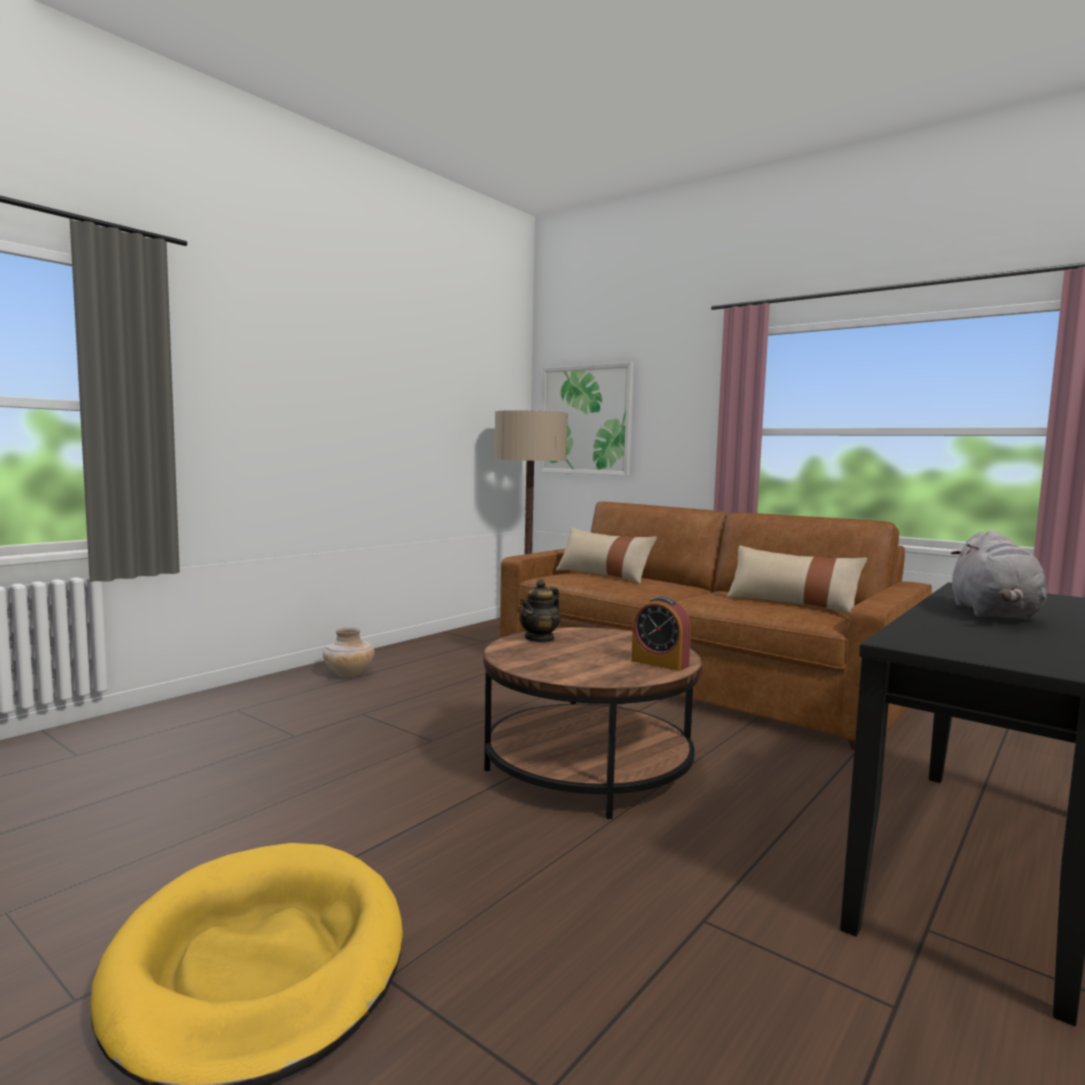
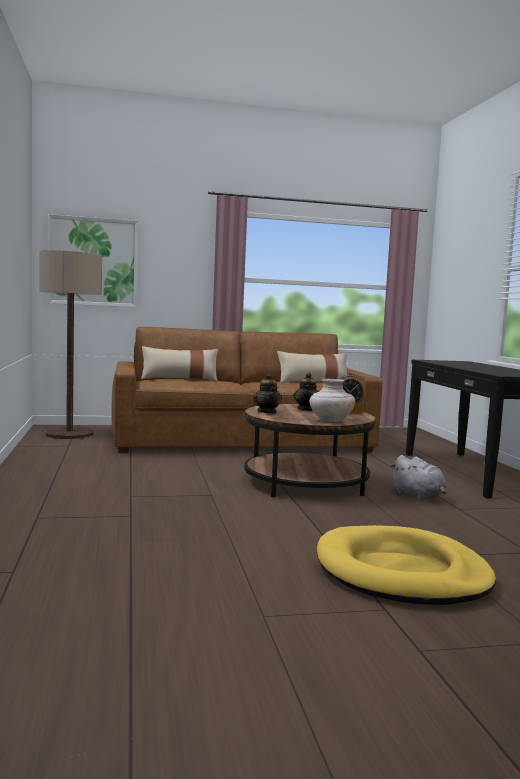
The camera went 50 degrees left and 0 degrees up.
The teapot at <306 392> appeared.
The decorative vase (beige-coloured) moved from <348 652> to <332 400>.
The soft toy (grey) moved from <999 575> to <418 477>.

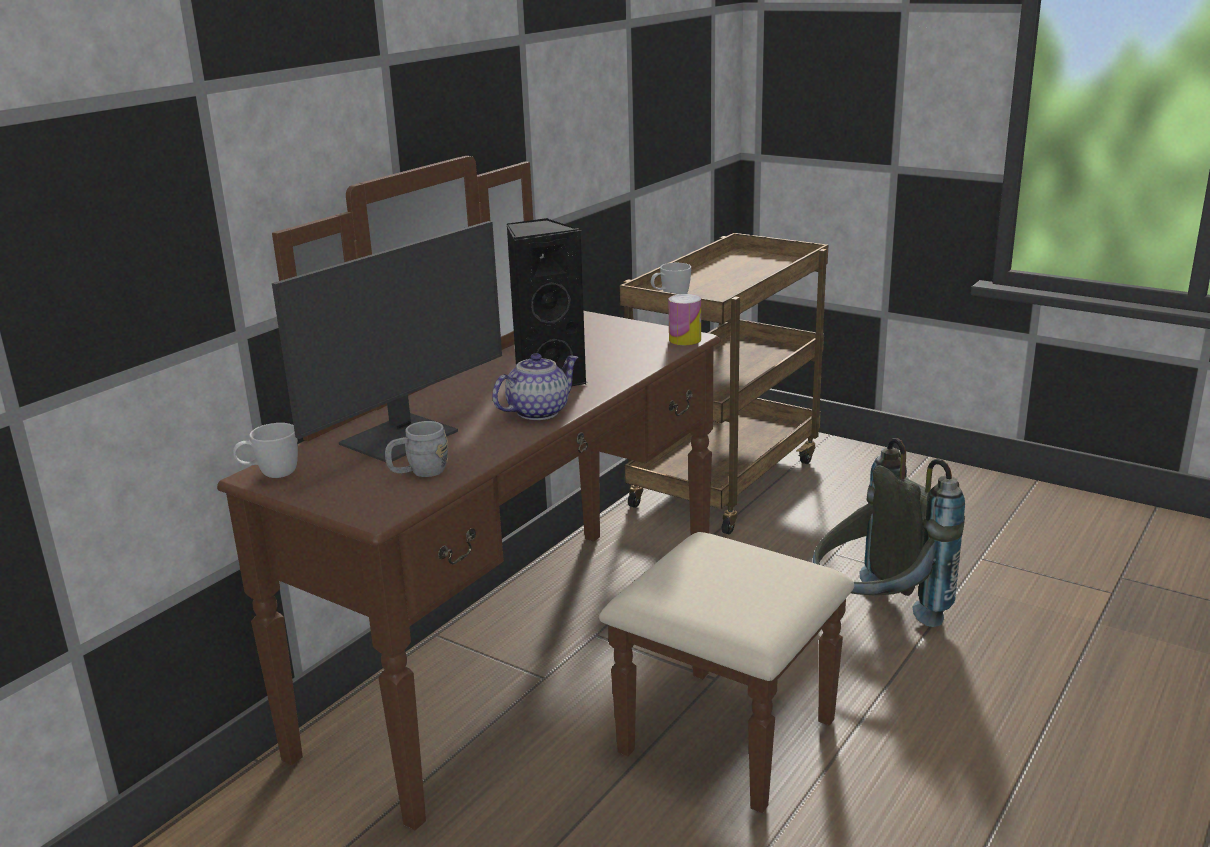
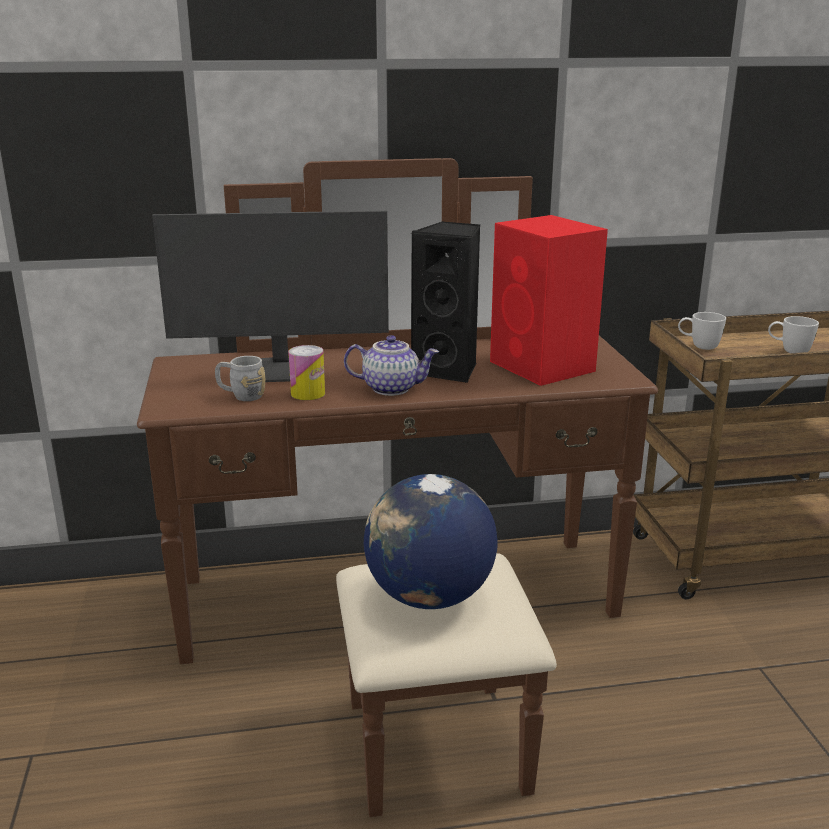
The camera went 45 degrees right and 0 degrees up.
The can moved from <685 319> to <307 372>.
The globe at <431 541> appeared.
The speaker (red-coloured) at <549 300> appeared.
The coffee mug (white-coloured) moved from <265 450> to <793 334>.
The rucksack (grey) at <889 532> disappeared.

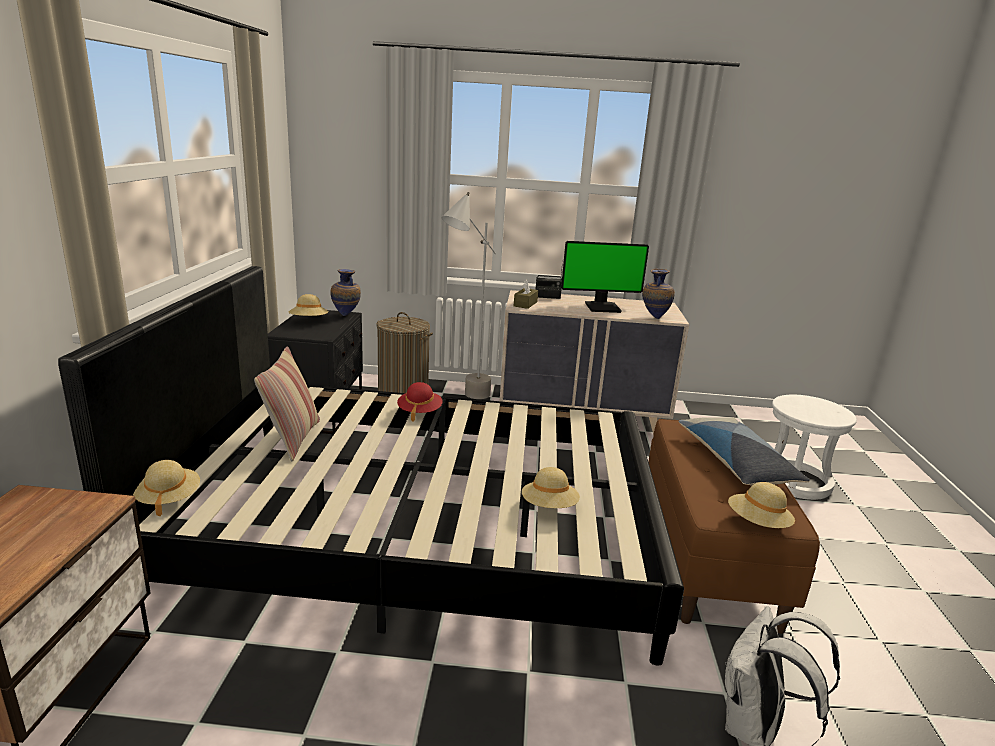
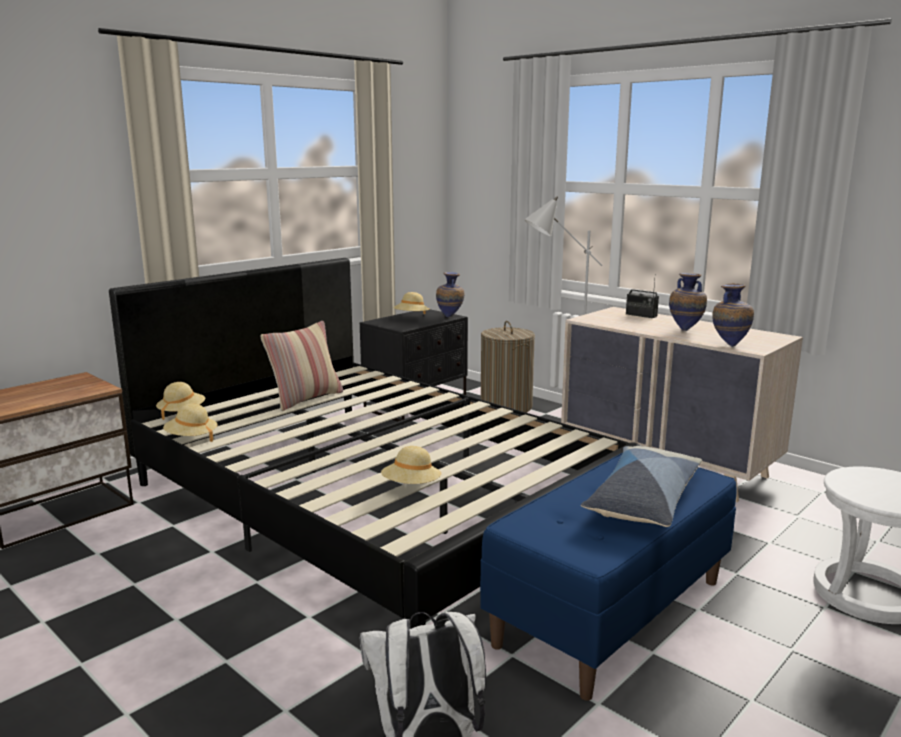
The camera went 40 degrees right and 5 degrees down.
The clothing hat (beige-coloured) moved from <761 505> to <190 422>.
The long seat (brownish) at <734 526> became the long seat (blue) at <608 577>.
The computer screen at <605 277> was replaced by the decorative vase at <688 302>.
The clothing hat (red-coloured) at <420 402> disappeared.
The tissue box (brownish) at <526 294> disappeared.

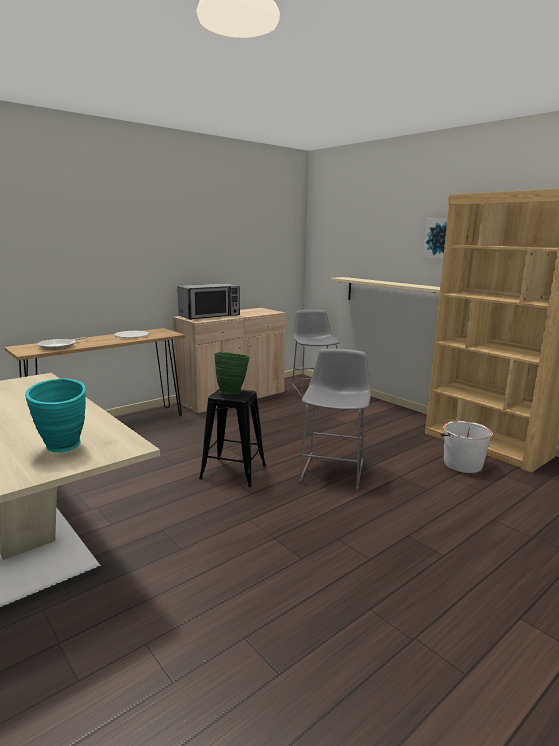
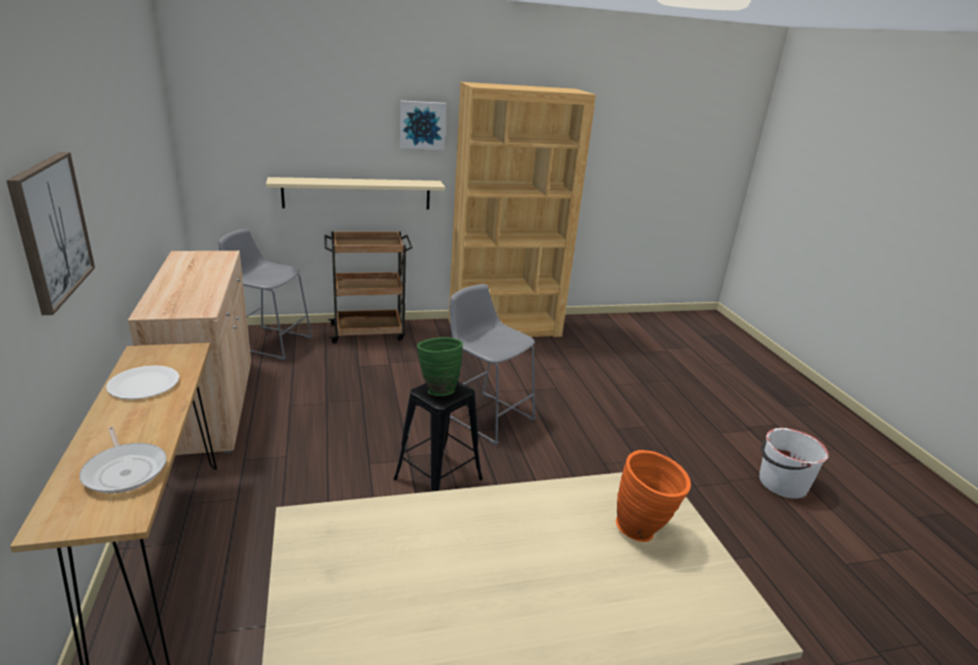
The camera went 65 degrees left and 10 degrees up.
The wall picture at <50 233> appeared.
The cart (brownish) at <368 287> appeared.
The decorative vase (blue-green) at <55 416> became the decorative vase (orange) at <653 496>.
The water bucket (white-coloured) moved from <467 447> to <794 463>.
The microwave oven at <208 301> disappeared.

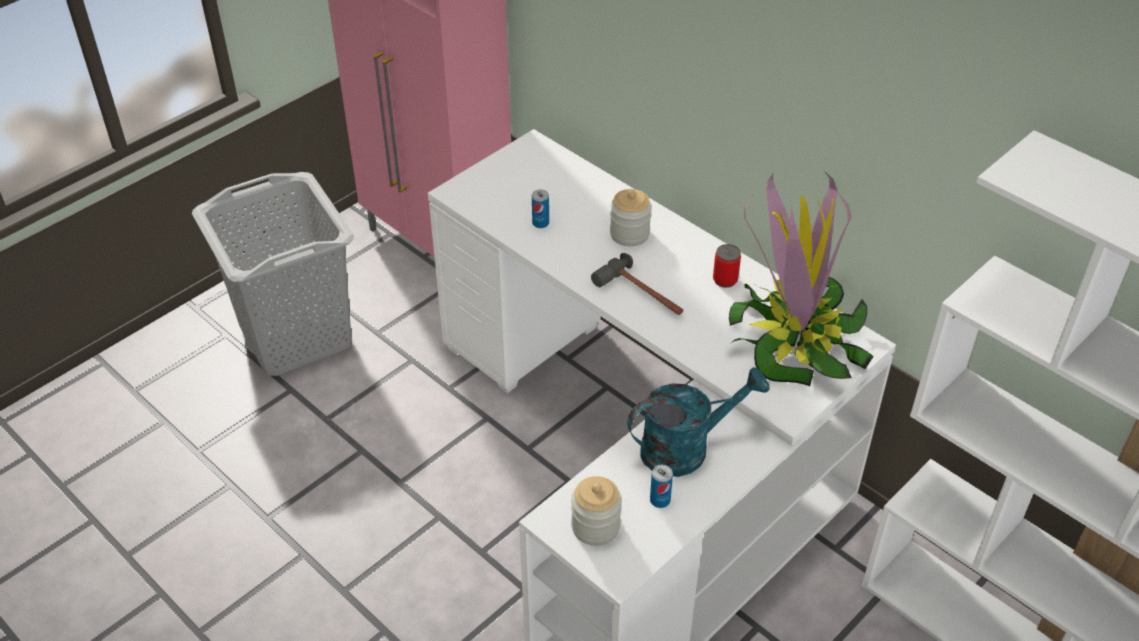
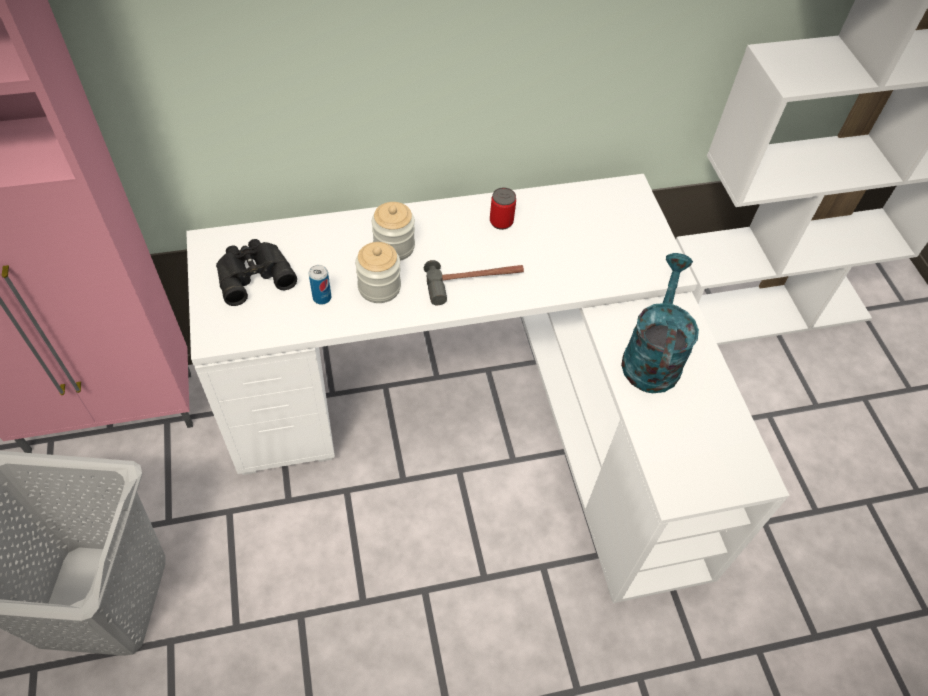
The camera went 60 degrees left and 10 degrees up.
The field glasses (blackish) at <256 272> appeared.
The storage jar moved from <596 511> to <378 272>.
The can at <661 486> disappeared.
The houseplant at <800 278> disappeared.

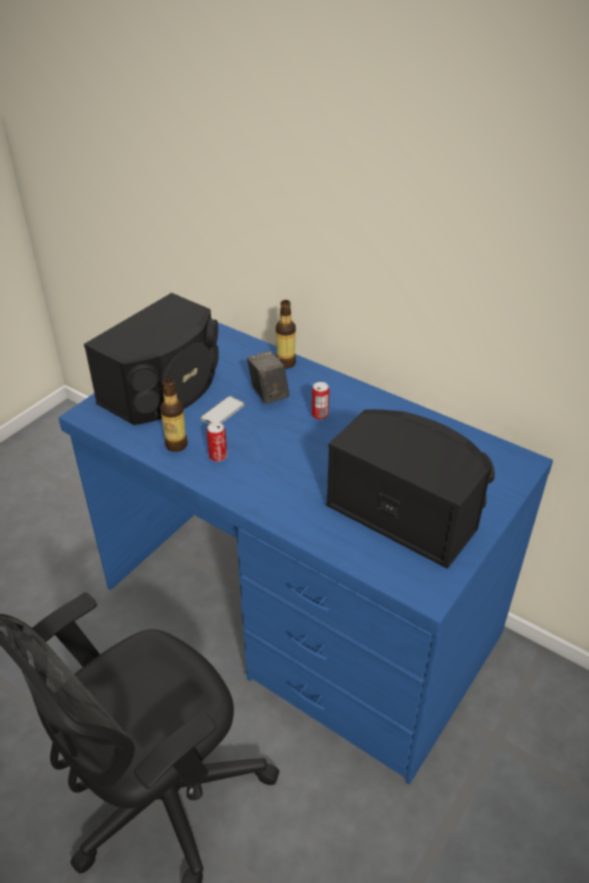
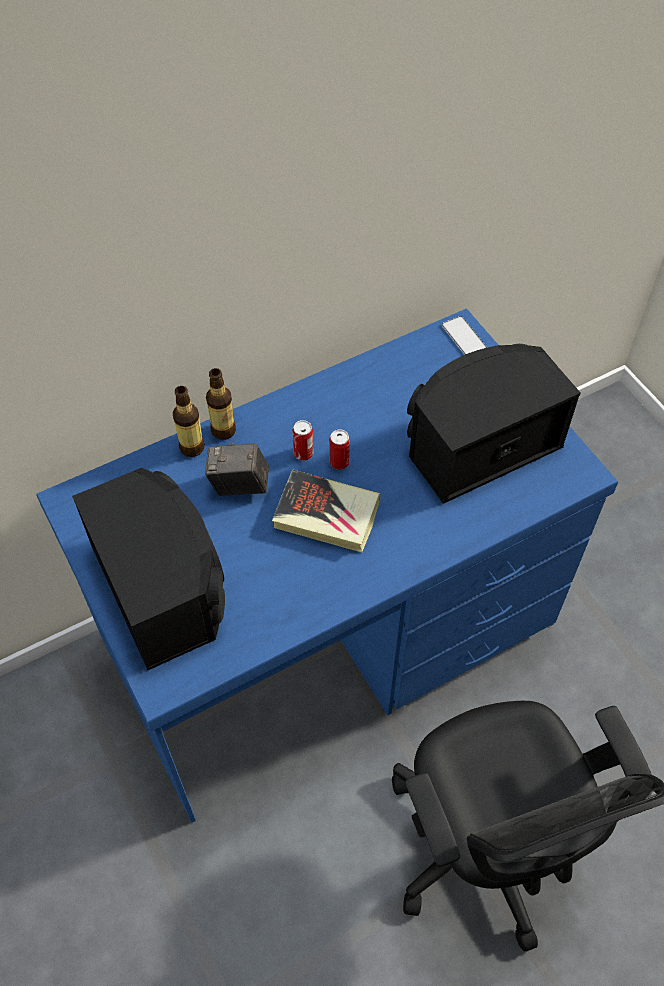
The camera went 65 degrees left and 15 degrees up.
The bottle moved from <174 415> to <221 404>.
The bound book at <326 511> appeared.
The can moved from <217 442> to <339 449>.
The handset moved from <222 410> to <464 335>.

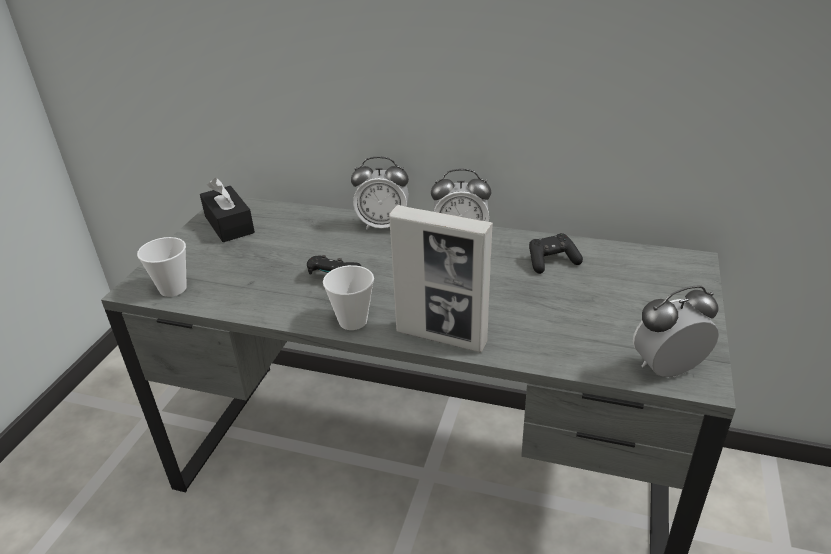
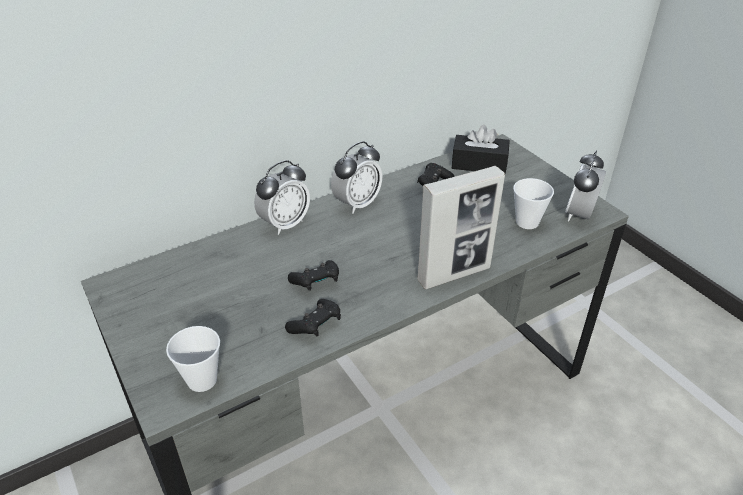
The camera went 50 degrees left and 5 degrees up.
The joypad (blackish) at <313 317> appeared.
The tissue box (blackish) moved from <227 210> to <481 149>.
The drinking cup moved from <348 297> to <533 203>.

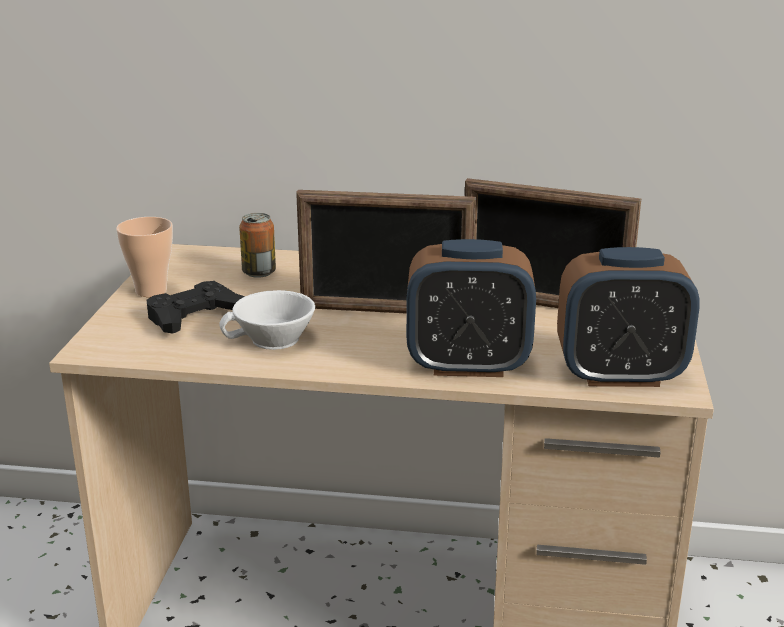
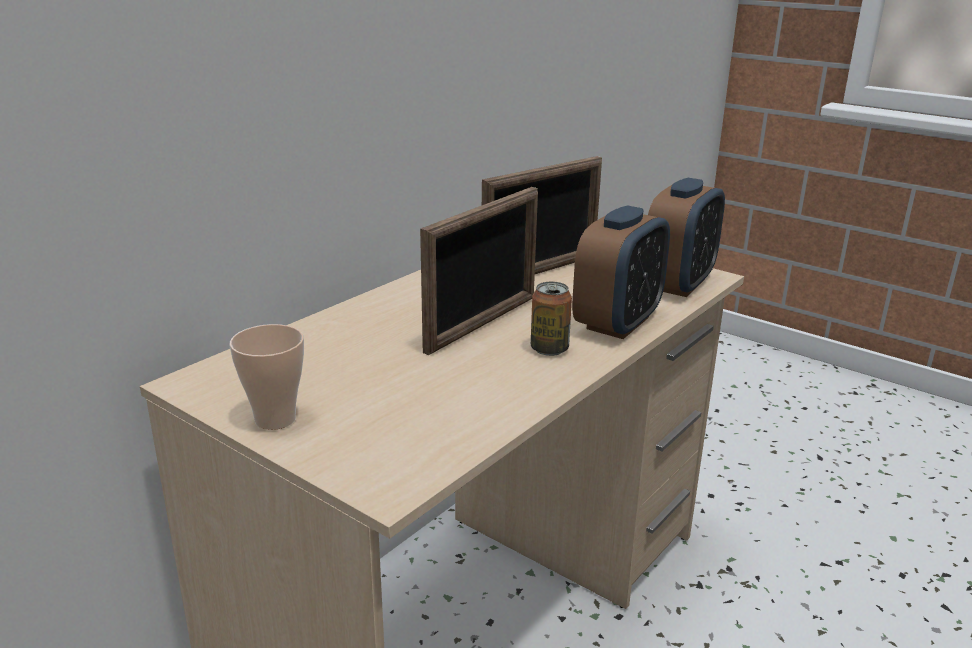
The camera went 60 degrees left and 0 degrees up.
The can moved from <257 245> to <551 319>.
The joypad (blackish) at <196 307> disappeared.
The drinking cup (white-coloured) at <267 320> disappeared.

